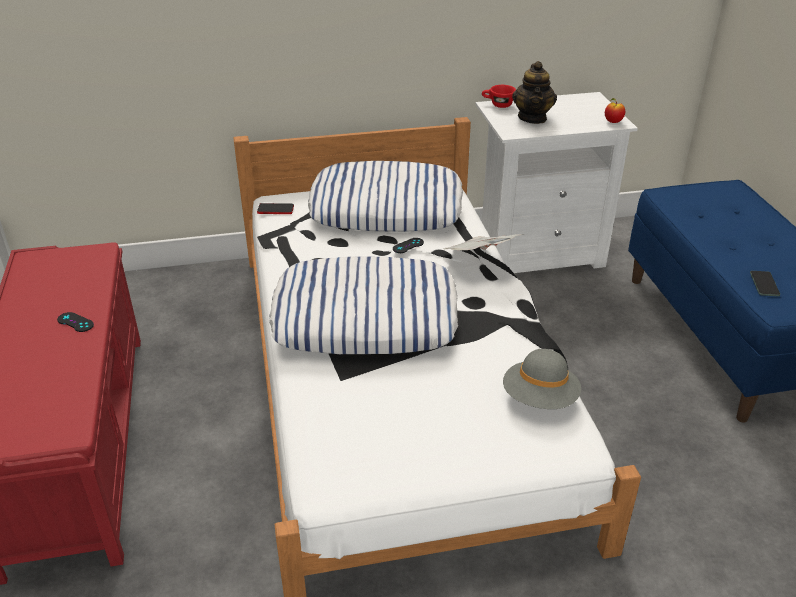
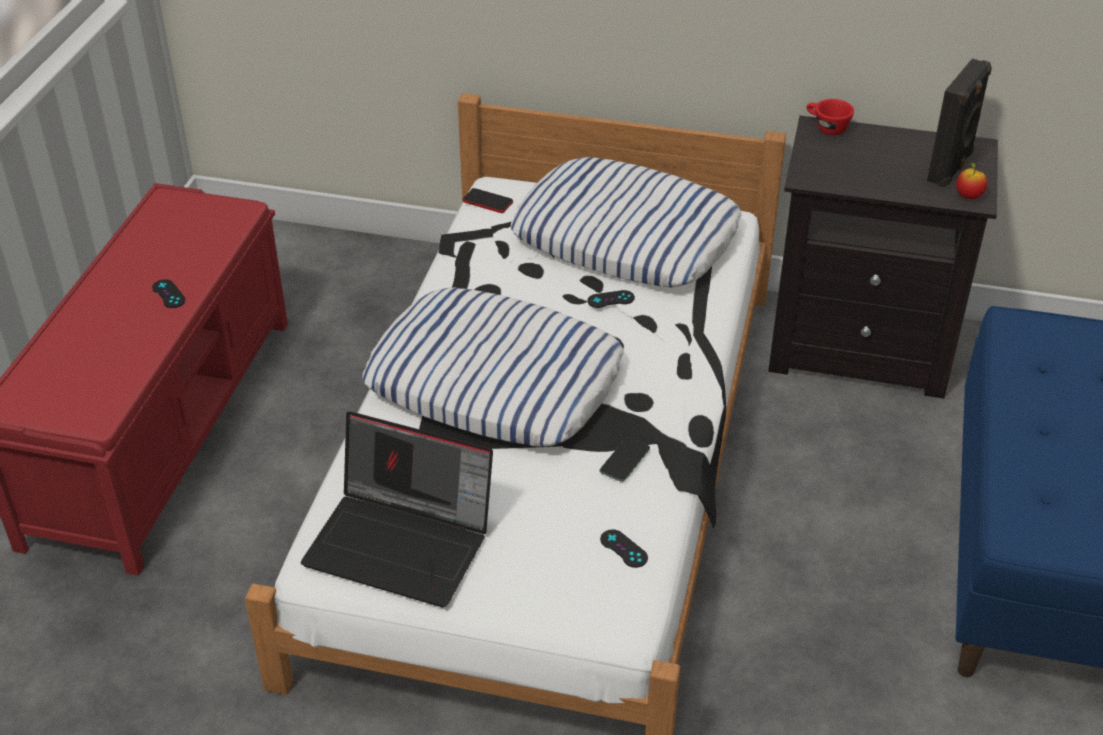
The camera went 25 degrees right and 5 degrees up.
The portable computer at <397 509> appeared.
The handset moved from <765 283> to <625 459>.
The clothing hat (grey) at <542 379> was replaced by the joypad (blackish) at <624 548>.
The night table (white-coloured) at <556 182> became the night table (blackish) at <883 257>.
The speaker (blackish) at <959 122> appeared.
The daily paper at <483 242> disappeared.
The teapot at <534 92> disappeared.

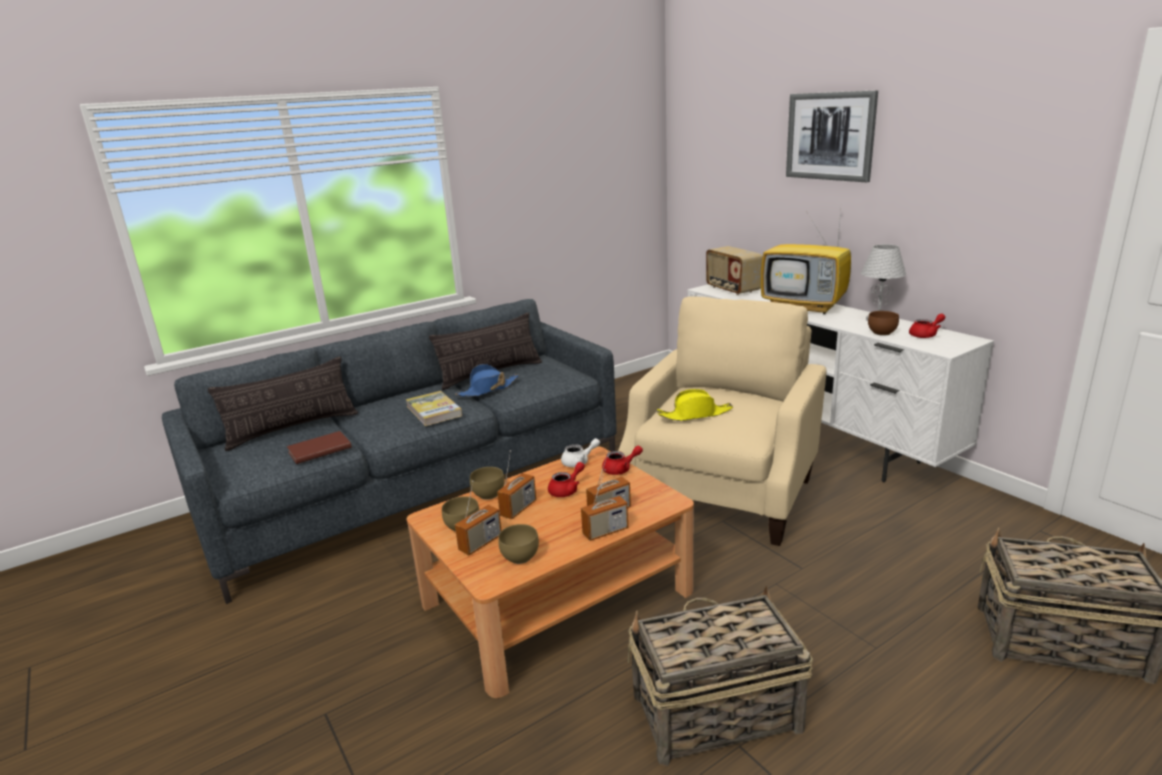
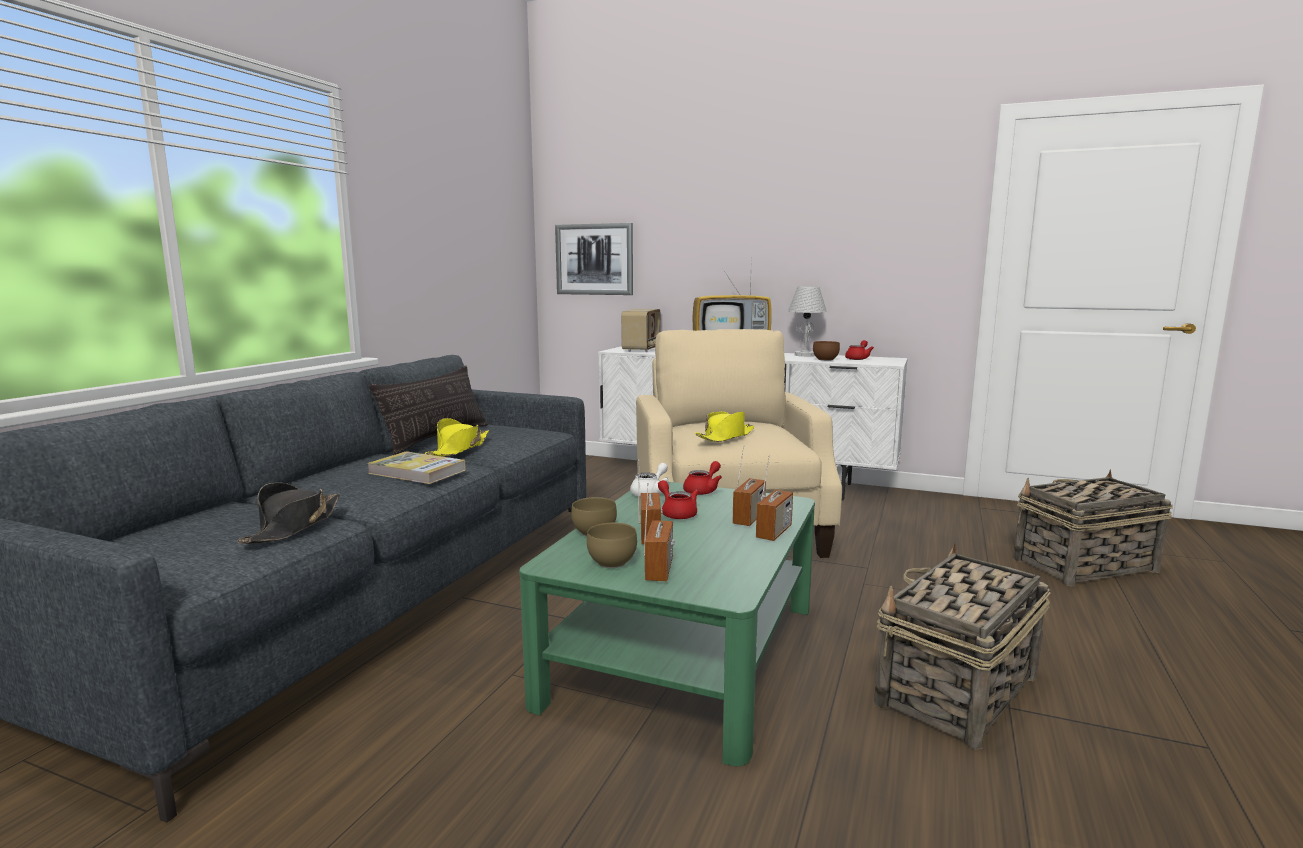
The camera went 35 degrees left and 10 degrees down.
The bound book (brownish) at <319 447> was replaced by the clothing hat (blackish) at <288 513>.
The clothing hat (blue) at <487 380> became the clothing hat (yellow) at <457 437>.
The low table (brownish) at <550 572> became the low table (green-coloured) at <667 623>.
The wall picture moved from <832 136> to <594 259>.
The radio receiver at <734 270> turned 105 degrees counterclockwise.
The teapot (red-coloured) at <566 479> turned 45 degrees counterclockwise.
The cushion at <283 404> disappeared.
The serving bowl (brownish) at <518 544> disappeared.

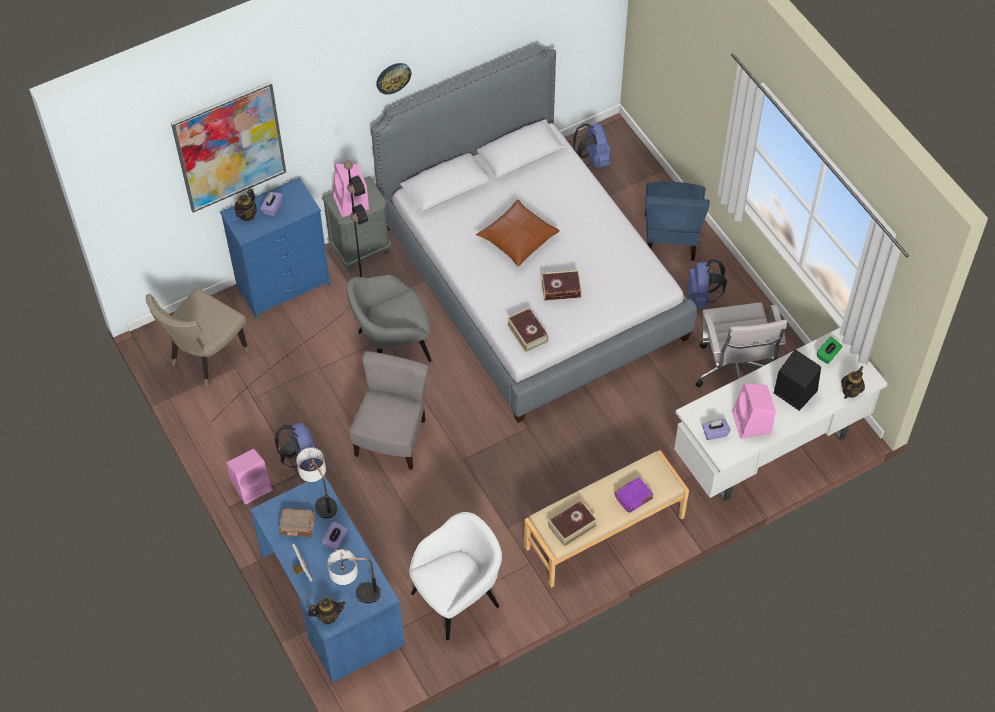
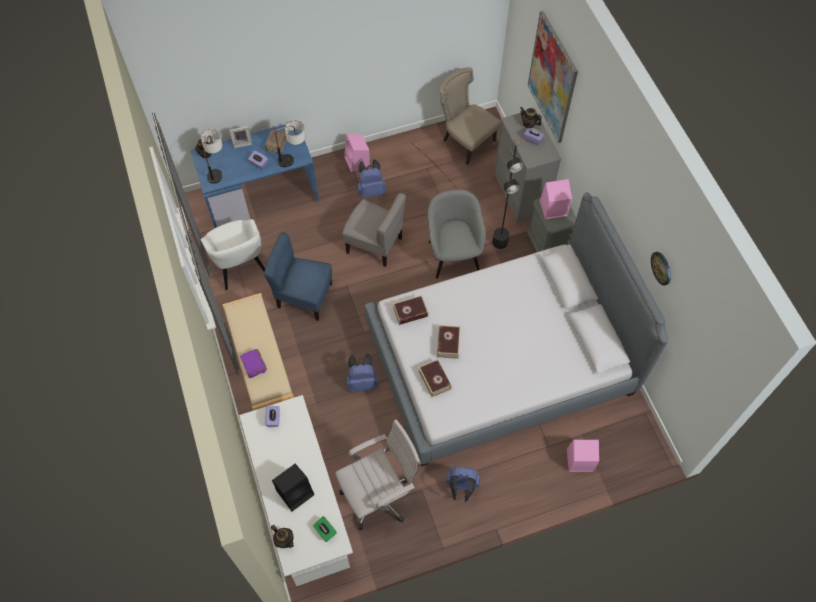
The camera went 100 degrees right and 5 degrees up.
The plain chair (blue) moved from <677 221> to <298 276>.
The computer chair (white-coloured) at <741 345> turned 150 degrees clockwise.
The rucksack (blue) moved from <592 145> to <362 372>.
The bound book moved from <572 523> to <435 378>.
The dresser (blue) at <275 248> became the dresser (grey) at <527 167>.
The speaker (pinkish) moved from <754 411> to <583 456>.
The hanging clock moved from <393 79> to <661 269>.
The cushion (brownish) at <518 233> disappeared.

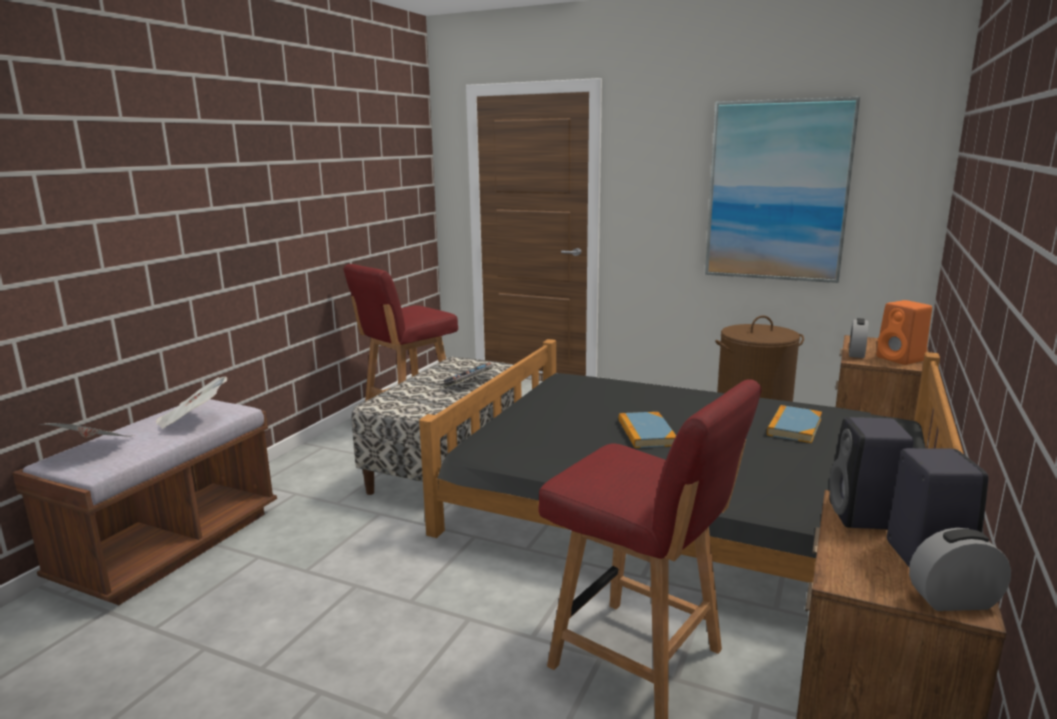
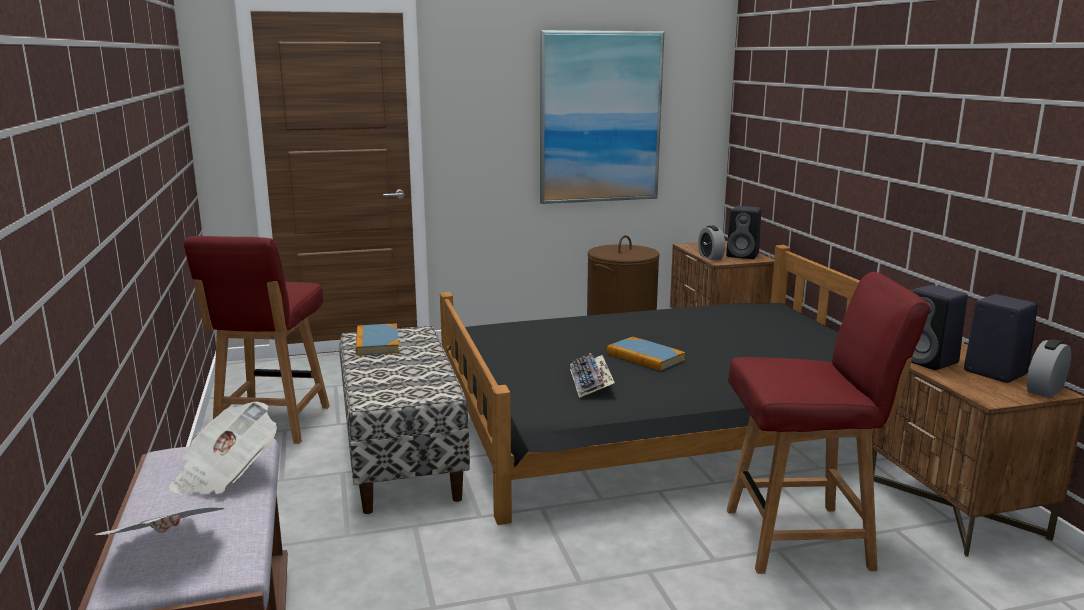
The camera went 40 degrees left and 0 degrees up.
The bound book moved from <794 424> to <377 340>.
The keyboard moved from <469 375> to <592 375>.
The speaker (orange) at <904 332> became the speaker (blackish) at <743 232>.

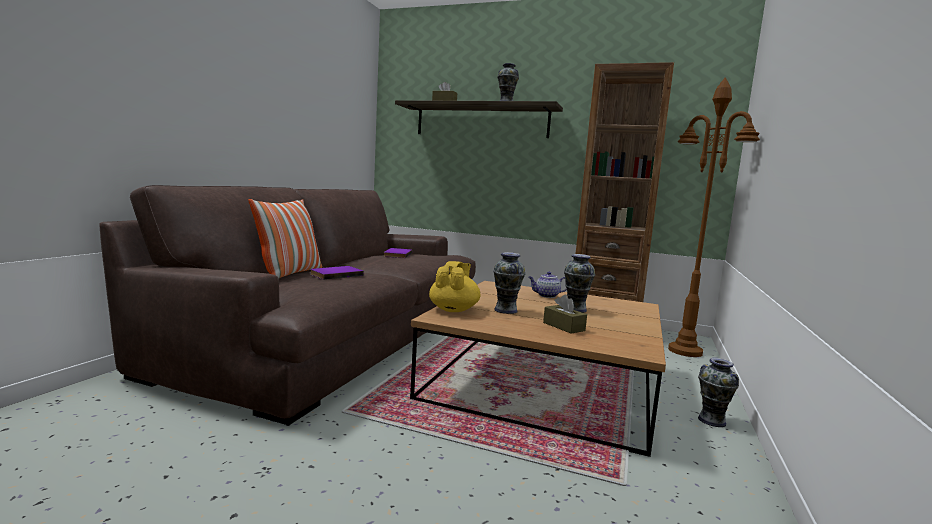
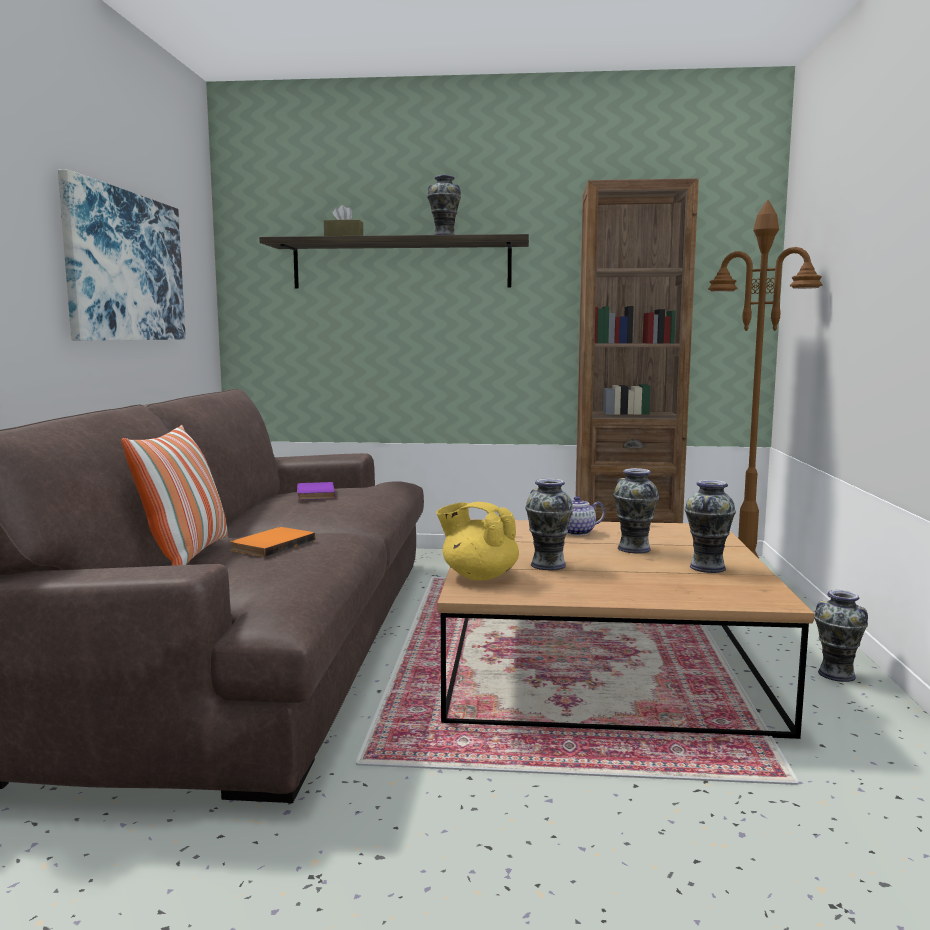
The camera went 15 degrees left and 0 degrees up.
The wall picture at <122 255> appeared.
The bound book (purple-coloured) at <337 273> became the bound book (orange) at <272 542>.
The teapot (yellow) at <454 286> turned 60 degrees counterclockwise.
The decorative vase at <710 526> appeared.
The tissue box (brownish) at <565 314> disappeared.

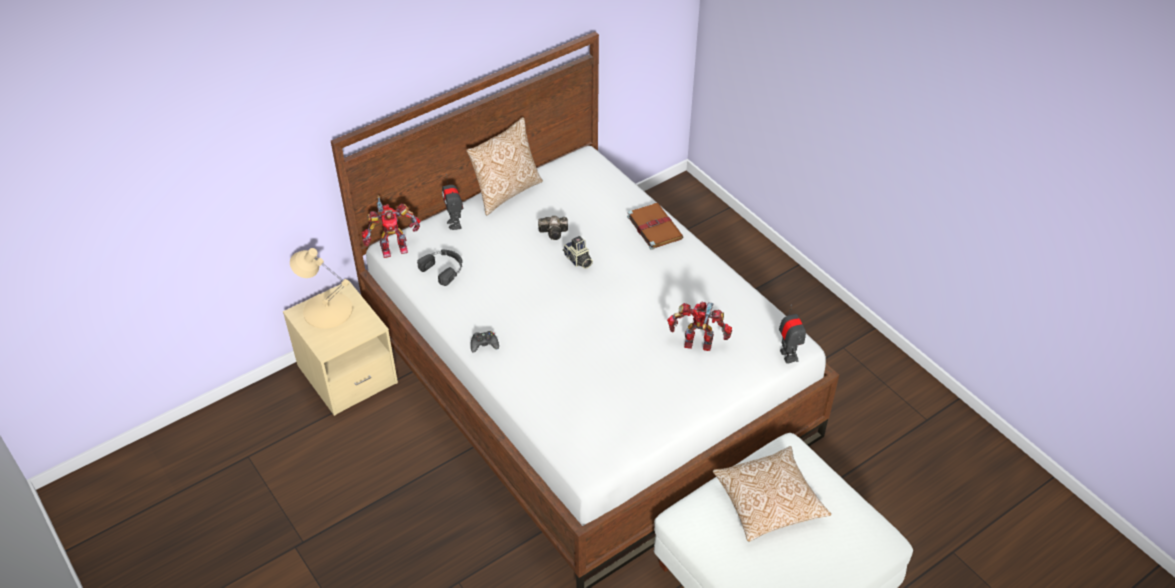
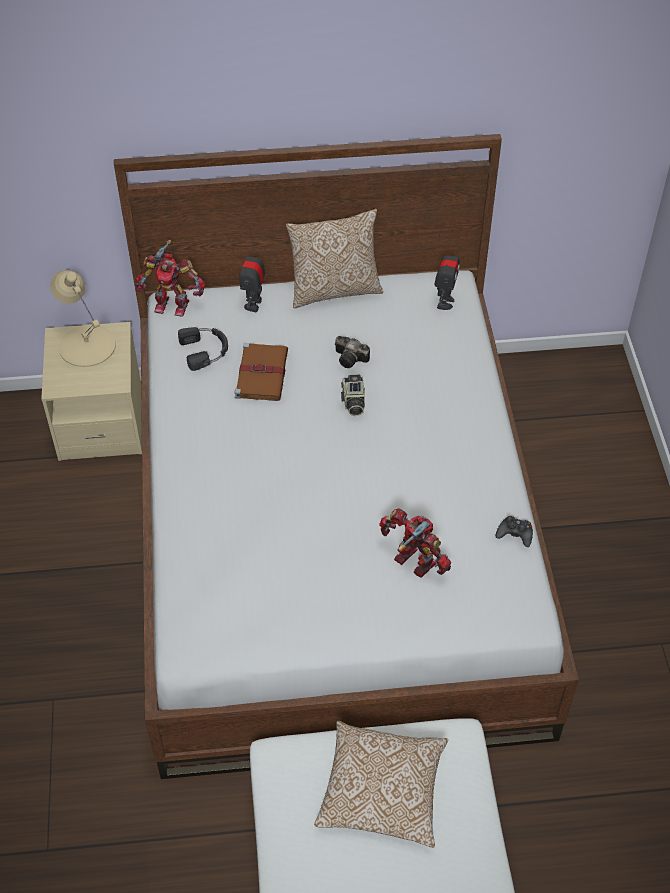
The camera went 30 degrees right and 5 degrees up.
The bound book (brownish) moved from <655 226> to <261 372>.
The robot figure moved from <792 334> to <447 277>.
The joypad (blackish) moved from <485 342> to <514 531>.

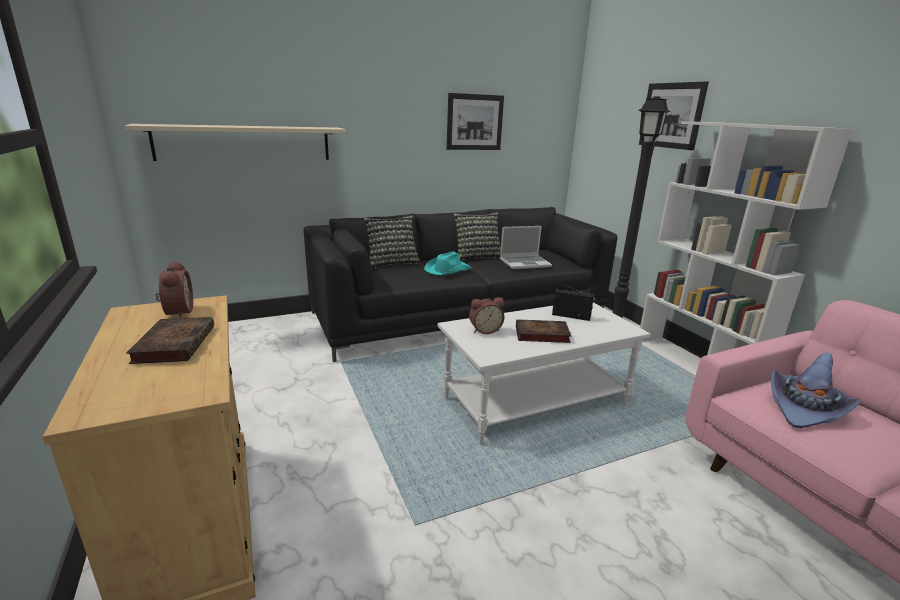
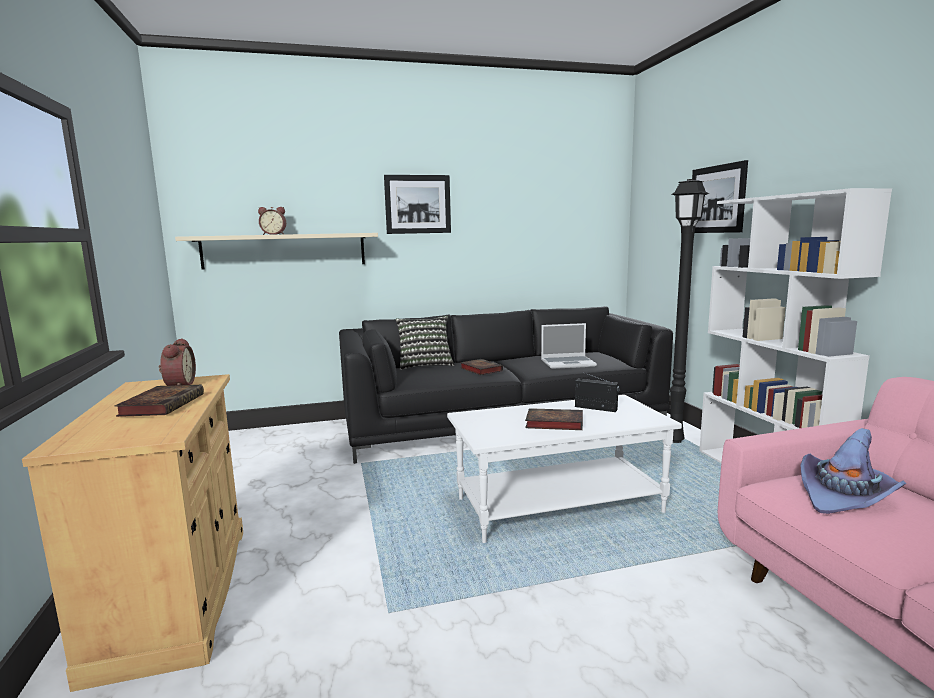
The camera went 10 degrees right and 10 degrees down.
The alarm clock moved from <486 315> to <272 221>.
The wall picture moved from <475 121> to <417 204>.
The clothing hat (blue-green) at <448 263> was replaced by the bound book at <481 367>.
The cushion at <477 236> disappeared.

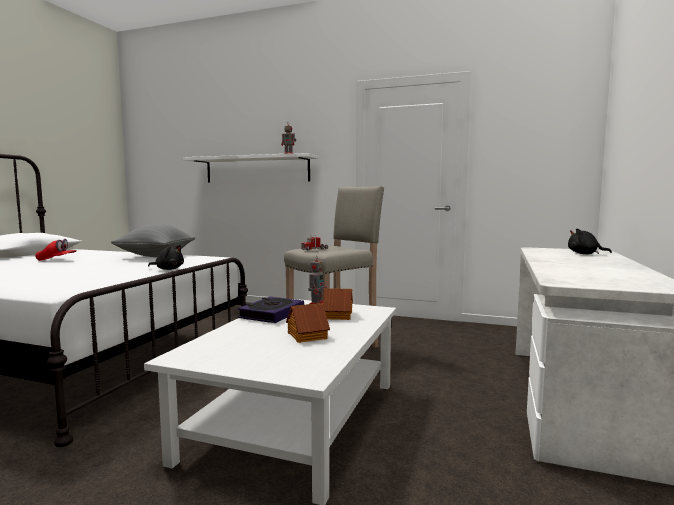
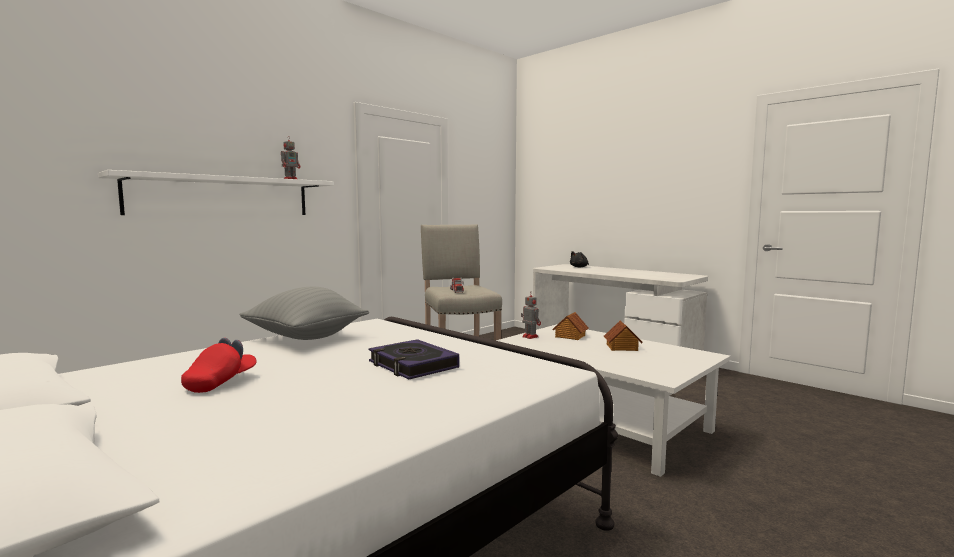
The camera went 65 degrees left and 0 degrees up.
The bound book moved from <271 310> to <414 359>.
The soft toy (blackish) at <166 257> disappeared.

